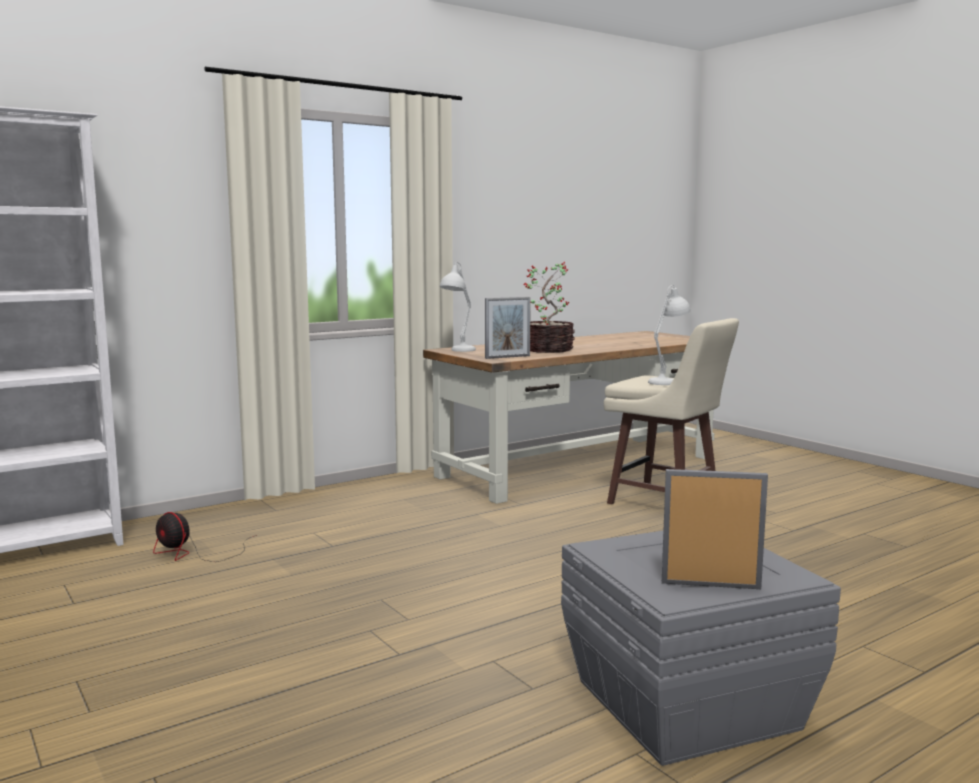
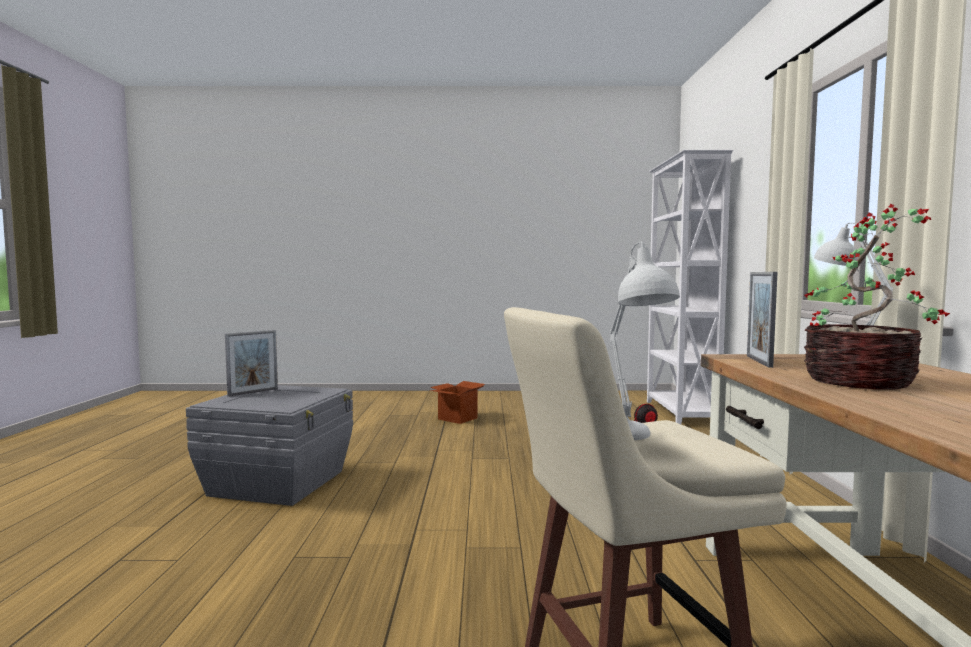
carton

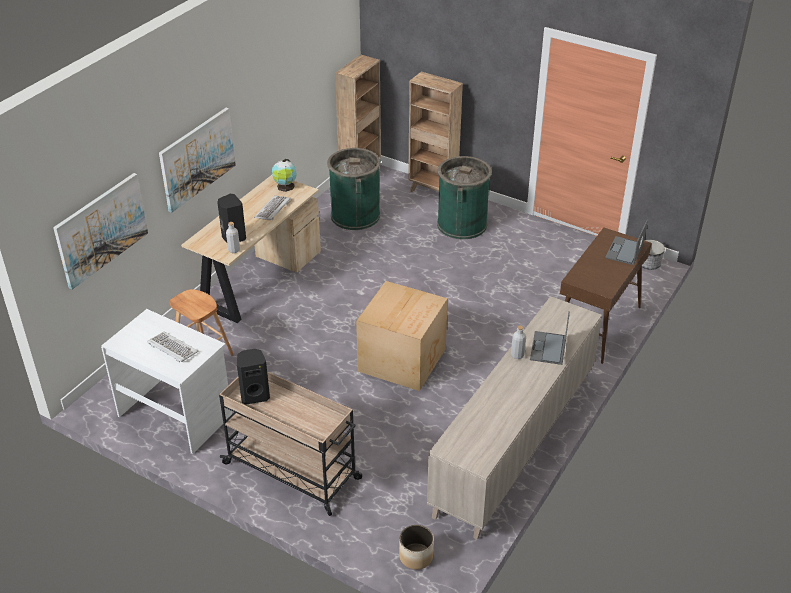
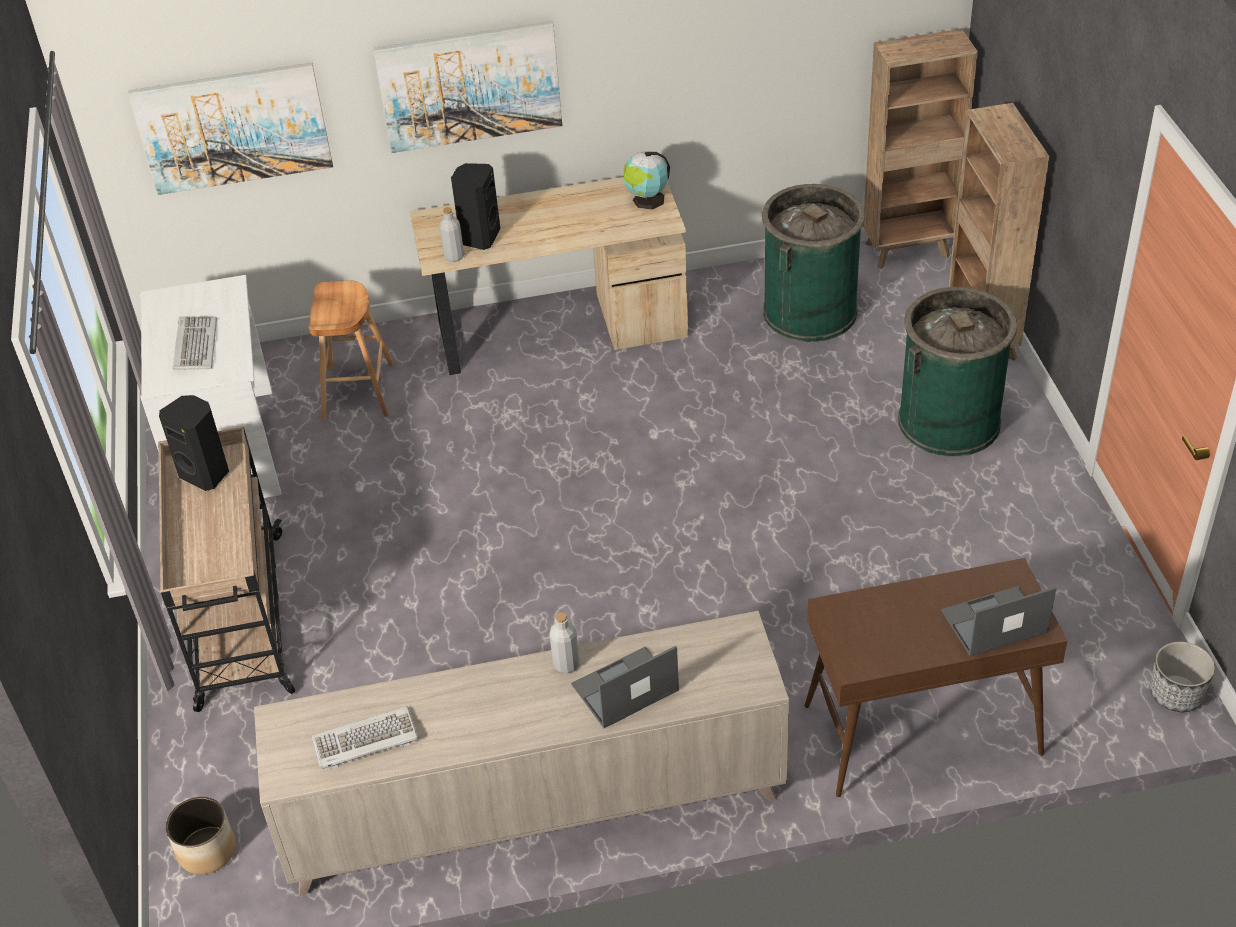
keyboard (no. 2 from left)
carton

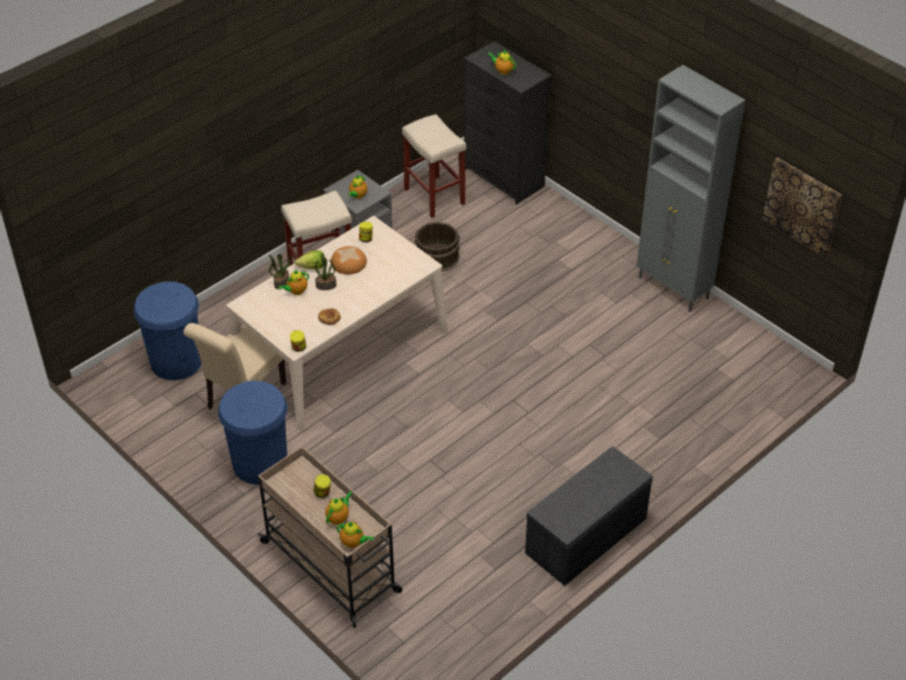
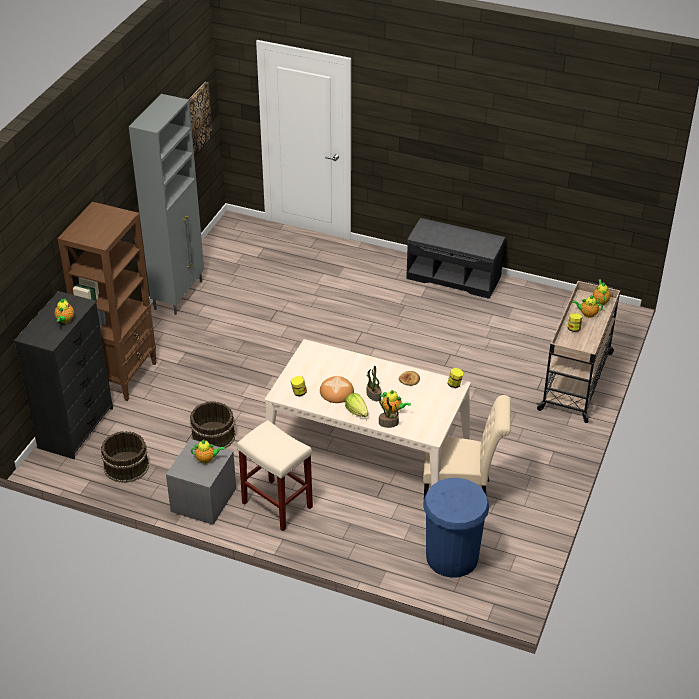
pail/brown-coloured (no. 1 from left)
waste bin/blue (no. 2 from left in the first image)
shelving unit/brown-coloured

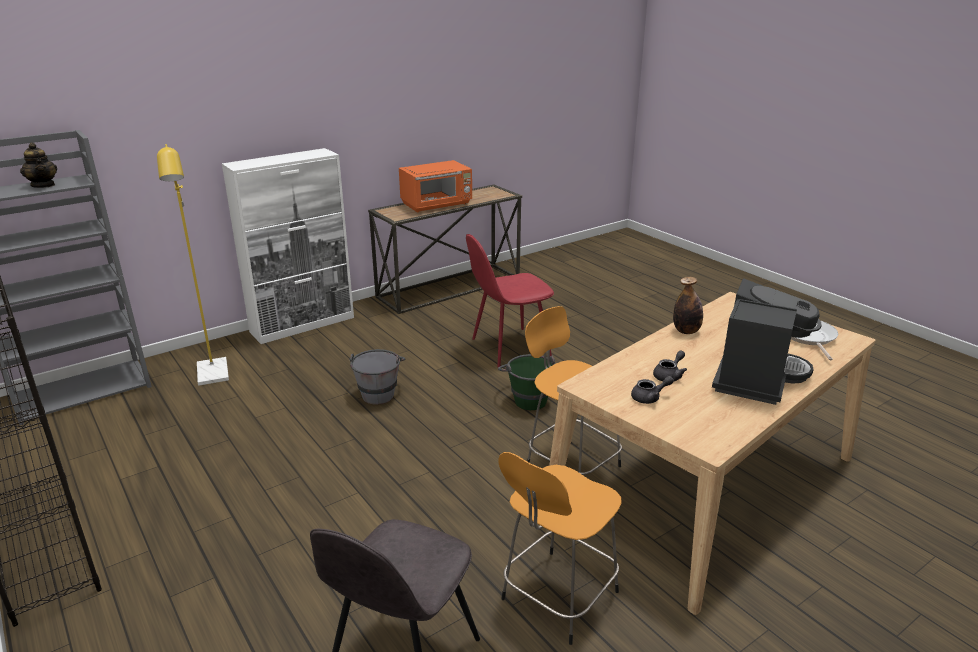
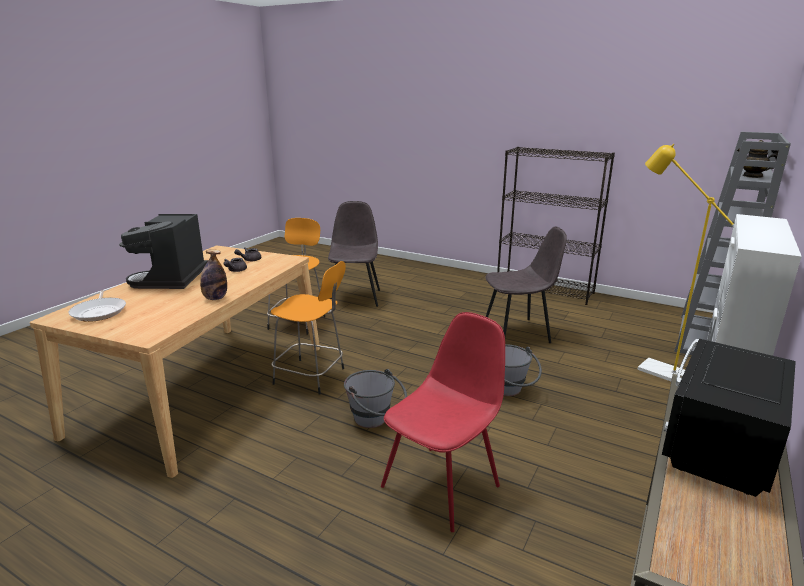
microwave oven/blackish
pail/gray (no. 1 from left)
chair/gray (no. 2 from left)

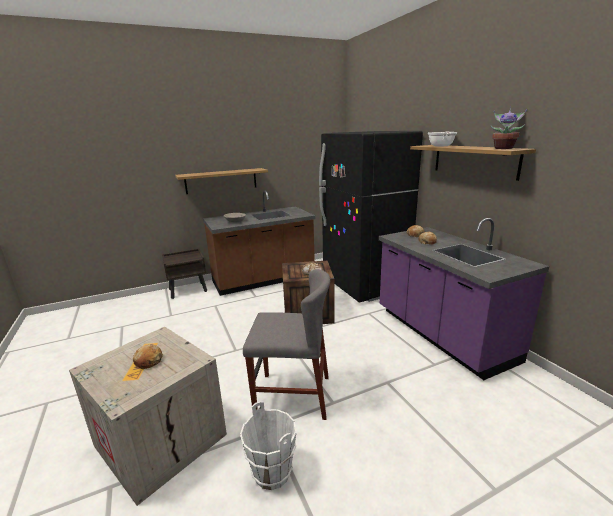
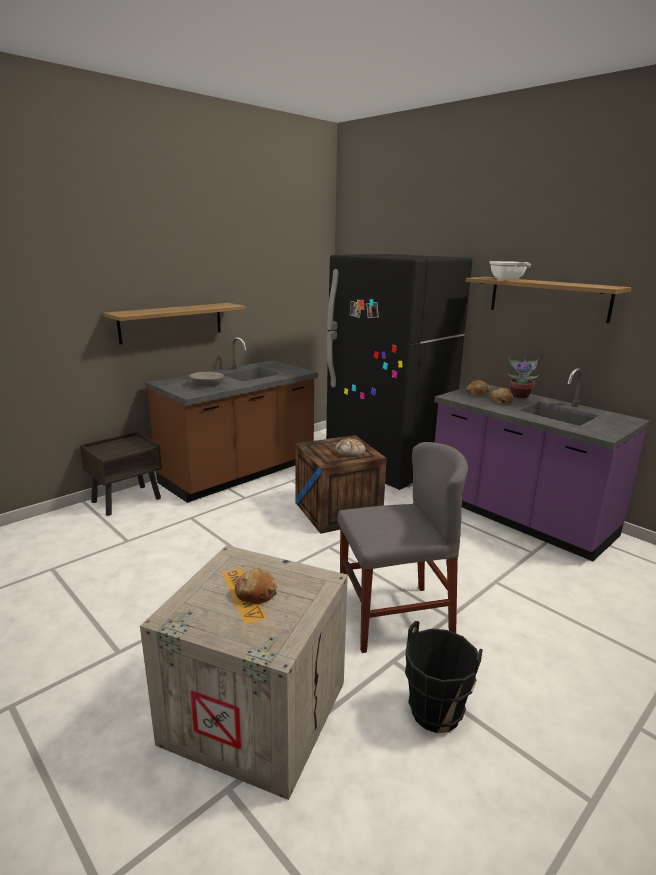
potted plant
pail/blackish

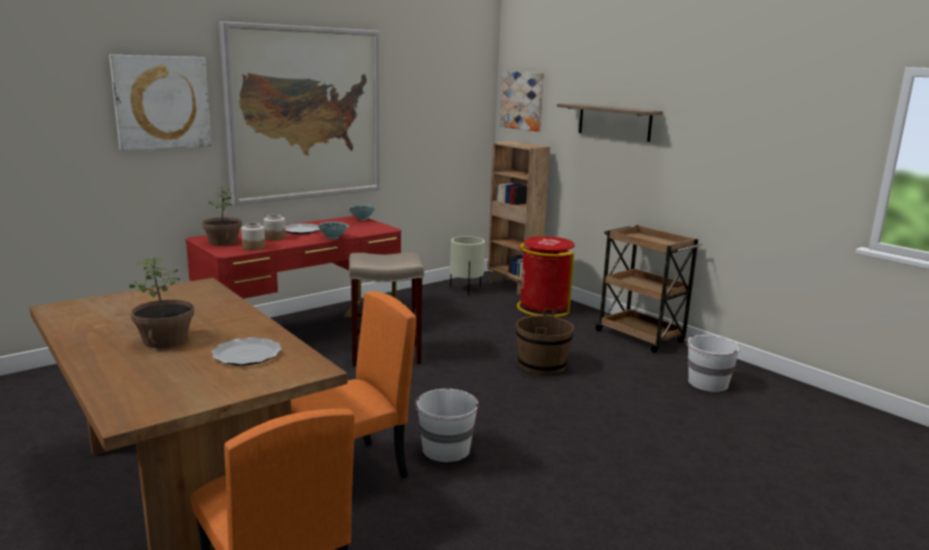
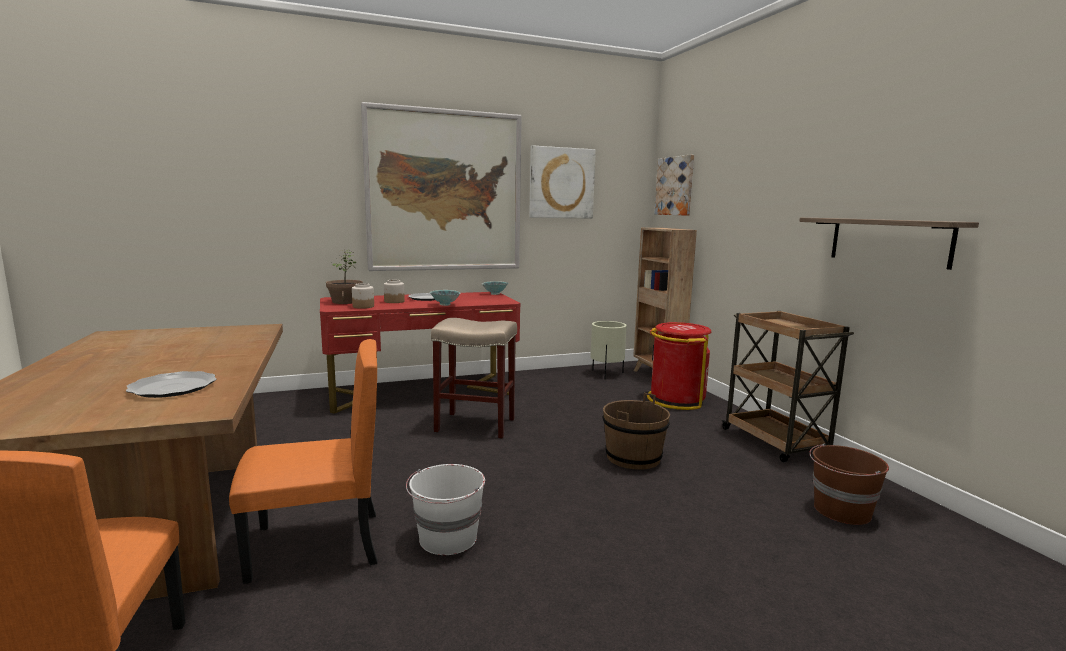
wall picture (no. 2 from left)
wall shelf
potted plant (no. 1 from left in the first image)
pail/brown-coloured (no. 2 from left)

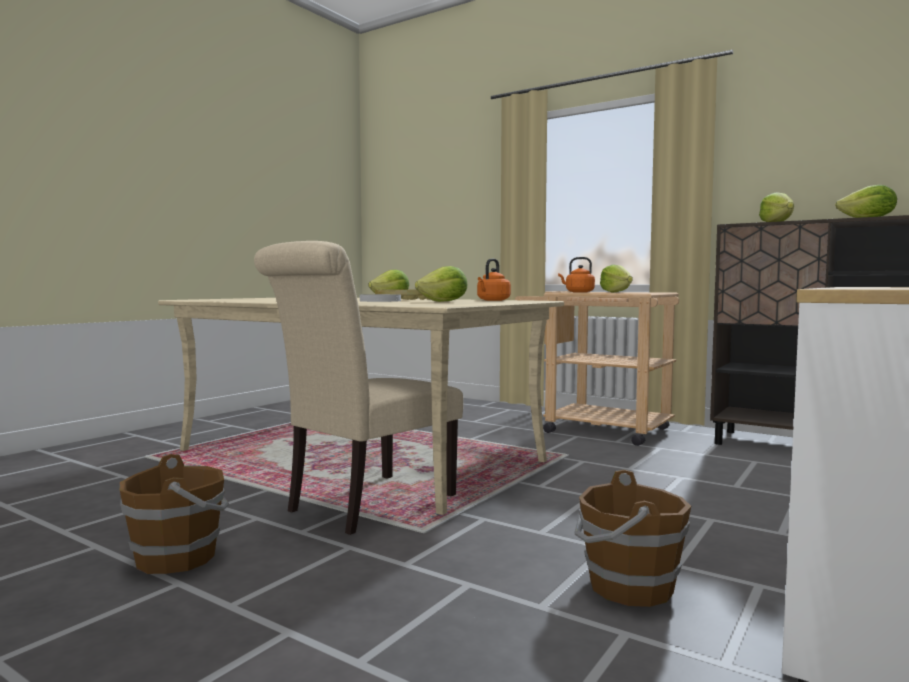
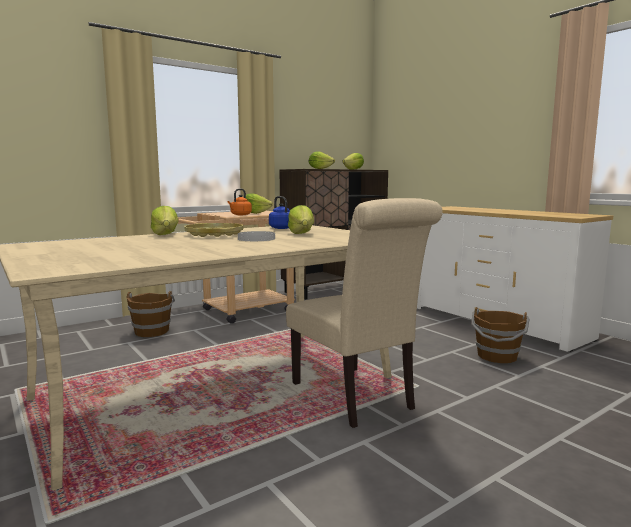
kettle/blue
pail/brown-coloured (no. 1 from left)

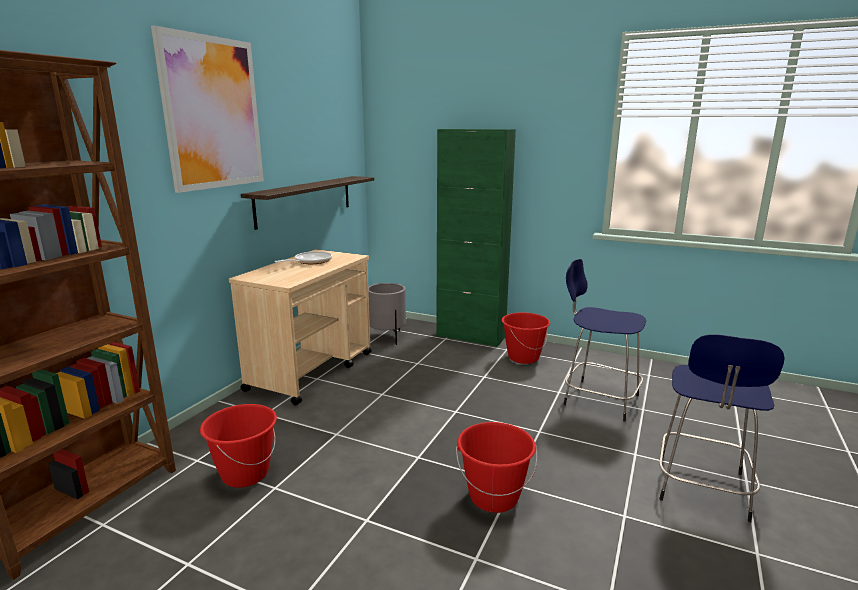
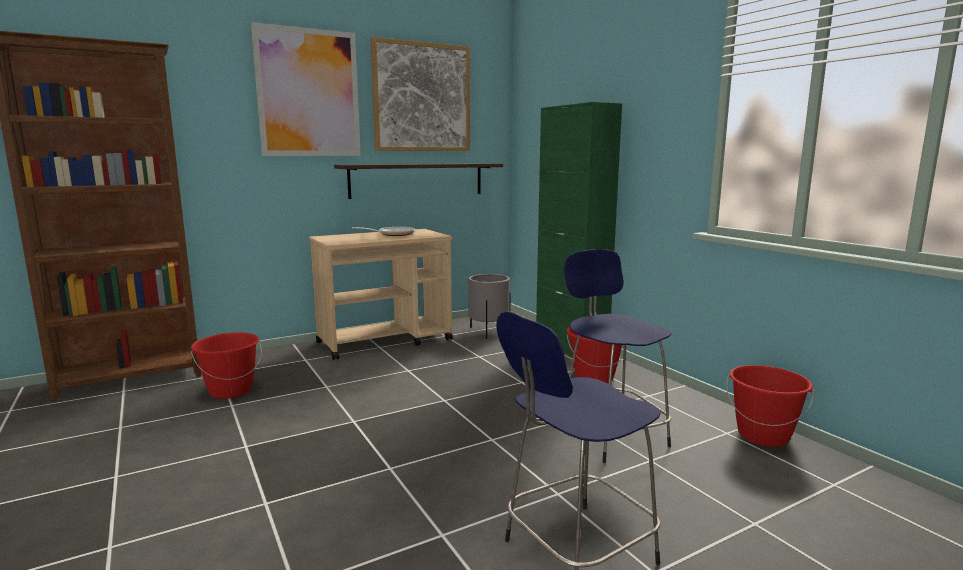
pail/red-coloured (no. 3 from left)
wall picture (no. 2 from left)

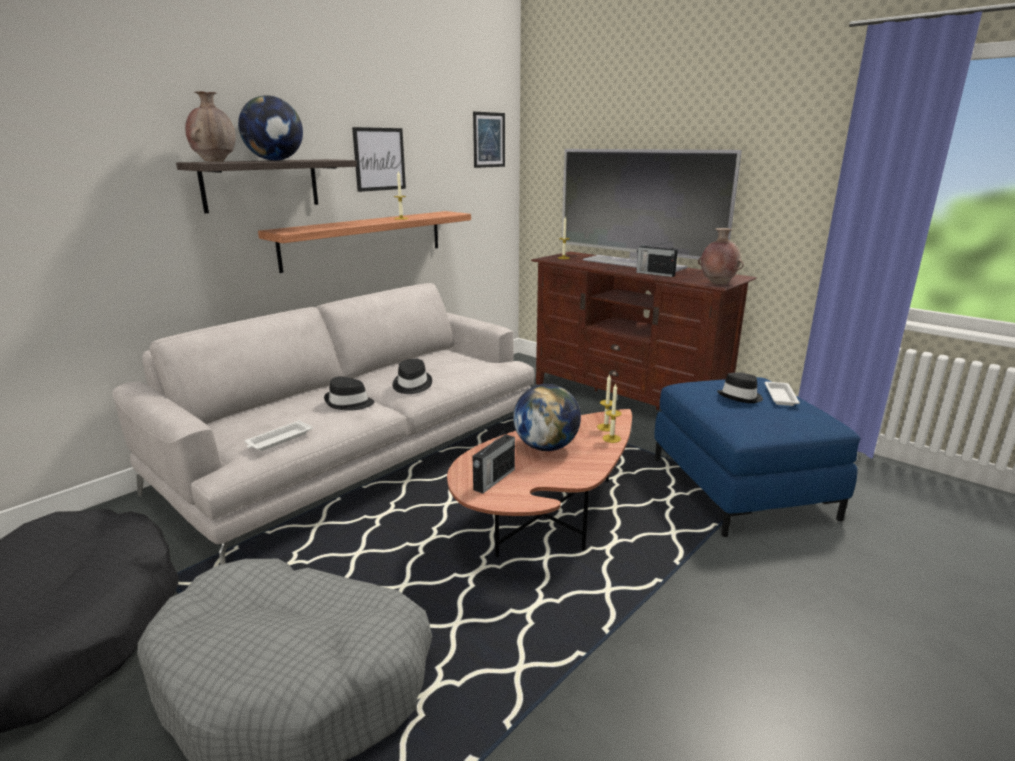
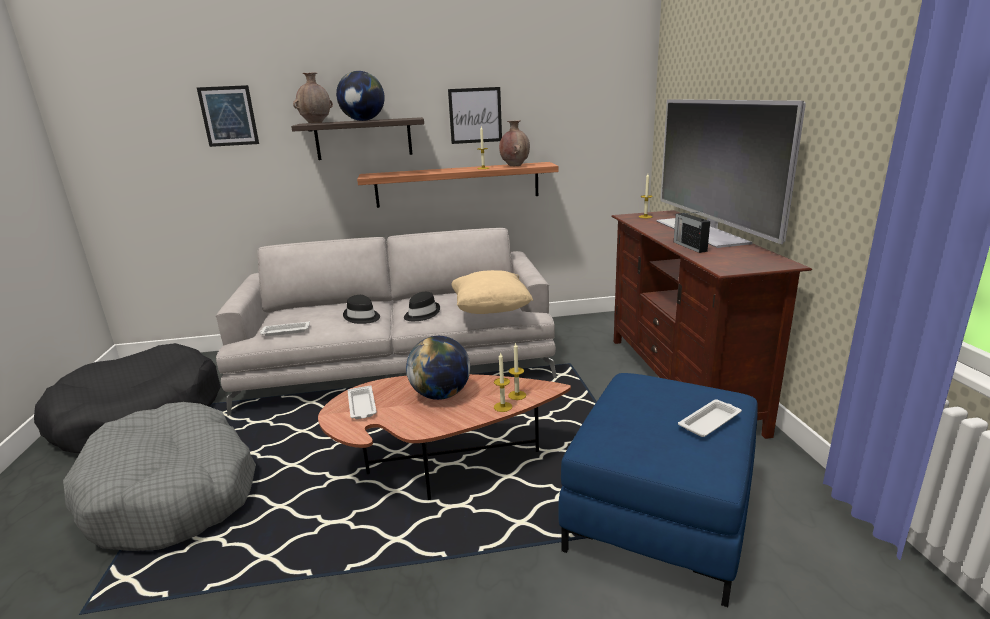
wall picture (no. 1 from left)
flower vase/brown-coloured (no. 2 from left)
hat/blackish (no. 3 from left in the first image)
tray/white (no. 2 from left)
pillow/beige

